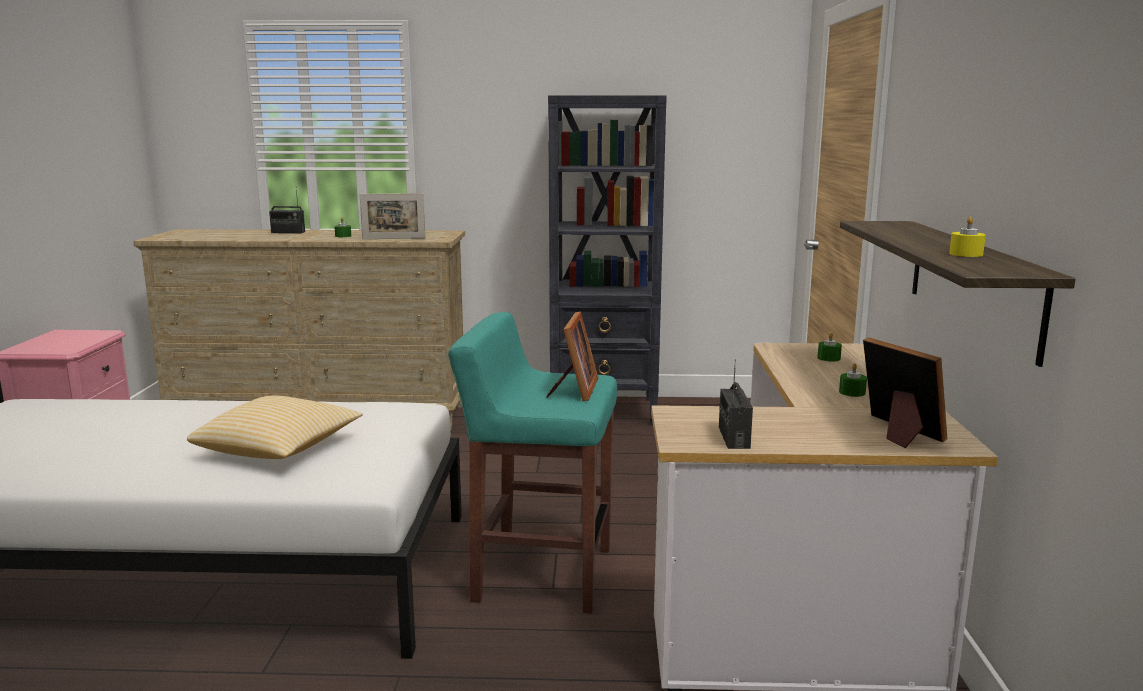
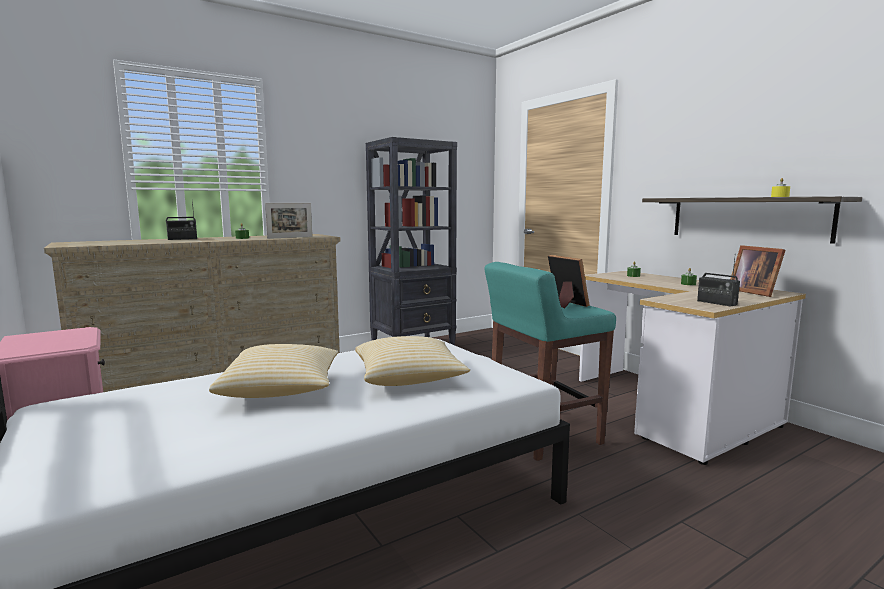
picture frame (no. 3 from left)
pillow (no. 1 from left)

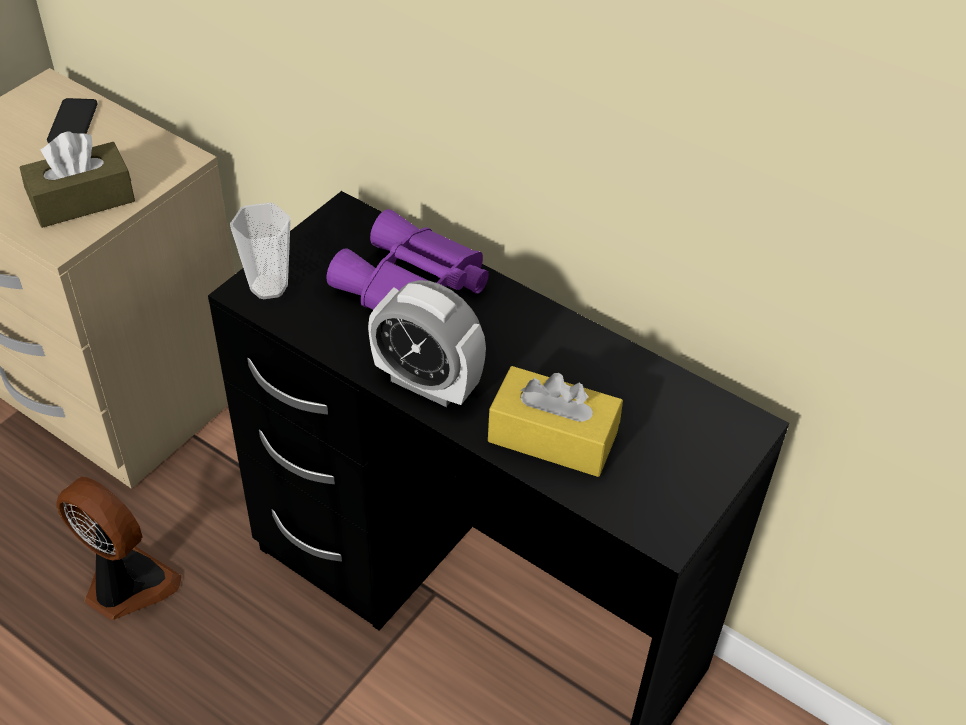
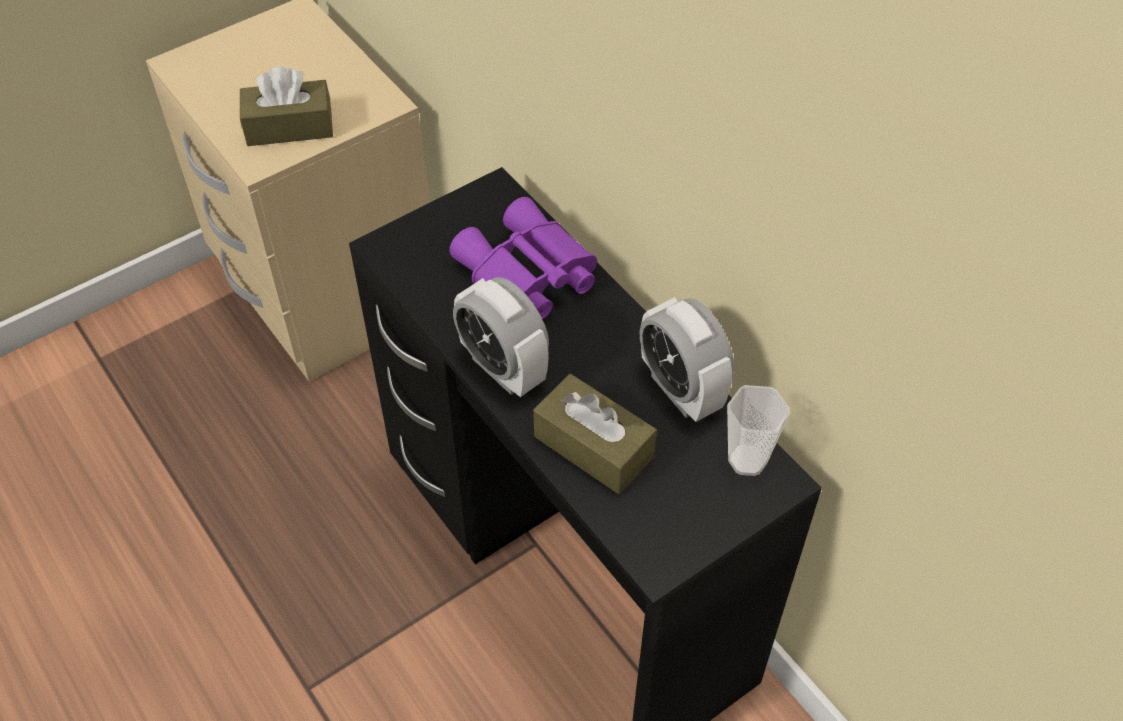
handset
small cup
box of tissues/brown-coloured (no. 2 from left)
cooling fan
alarm clock (no. 2 from left)

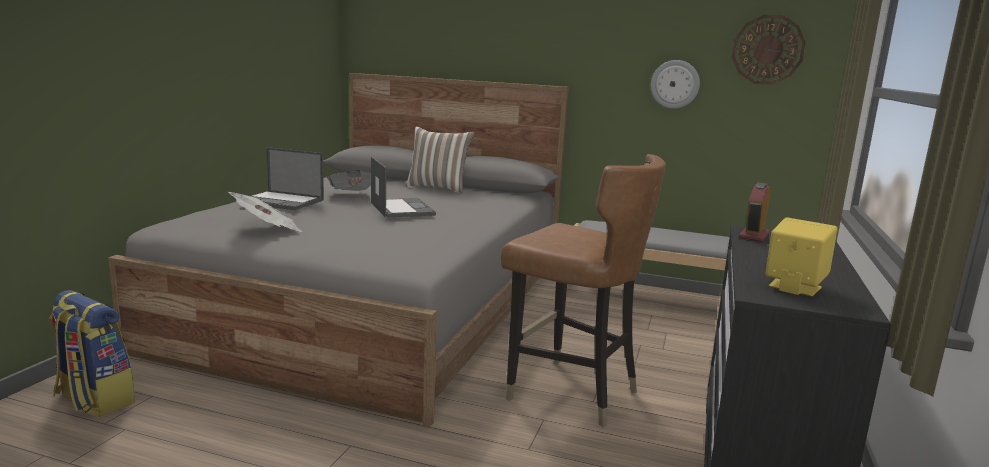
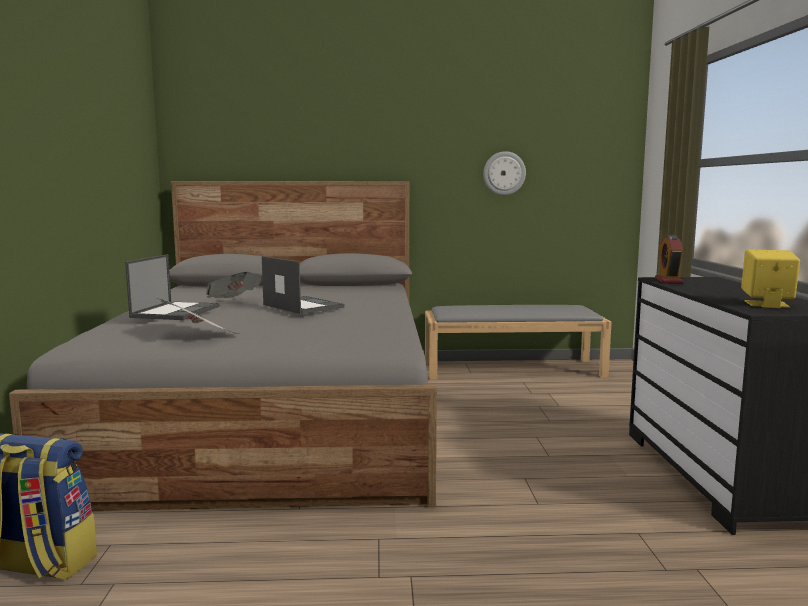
wall clock (no. 2 from left in the first image)
pillow
notebook computer (no. 1 from left)
chair/brown-coloured

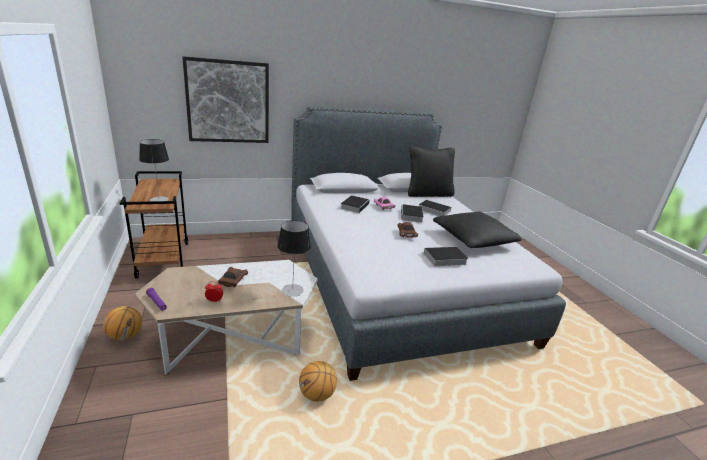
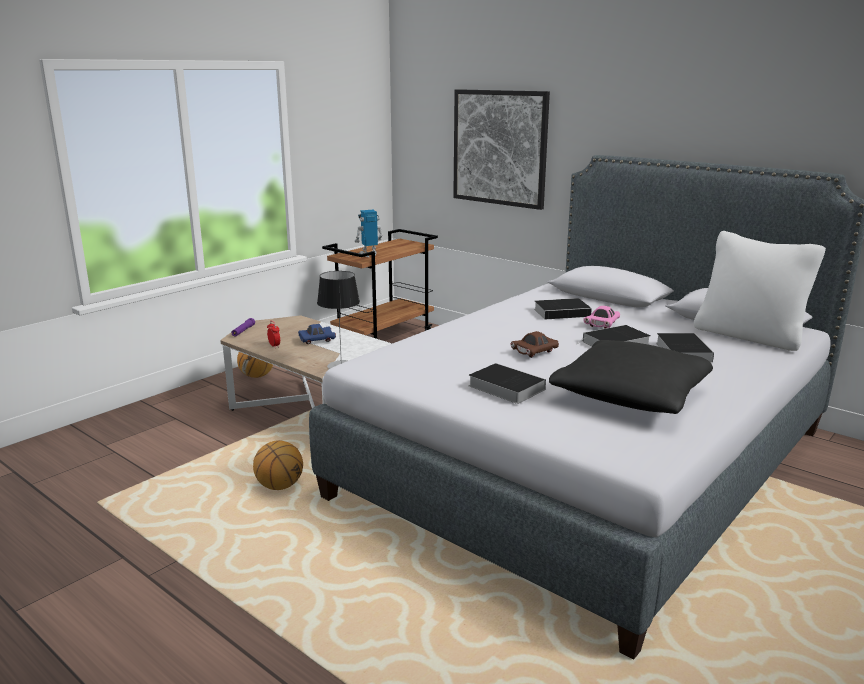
toy robot
pillow/white
model car/blue

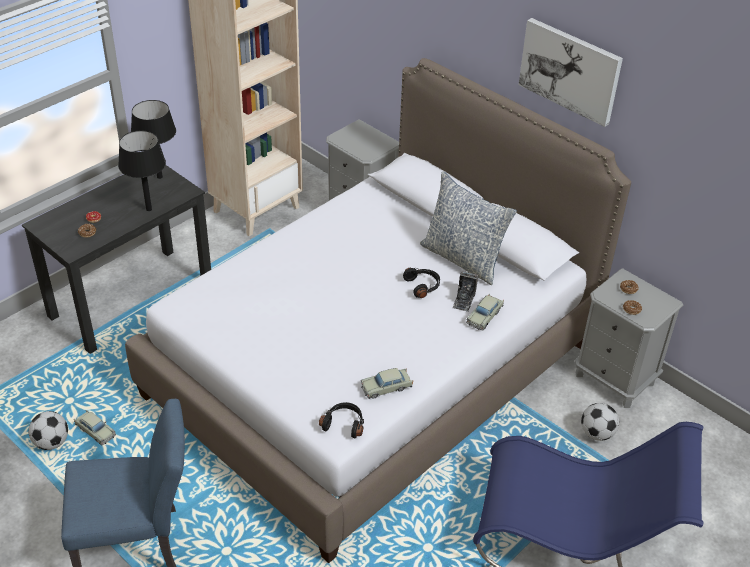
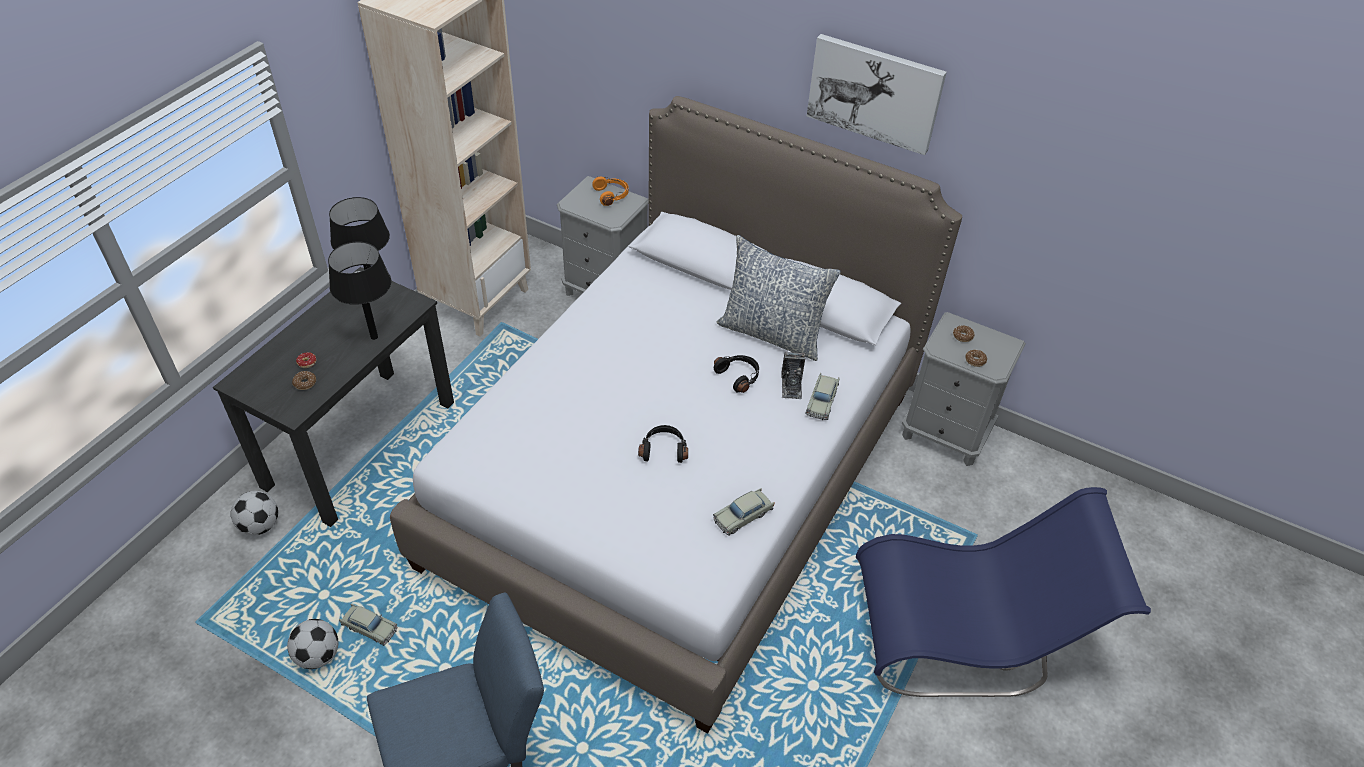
pair of headphones/blackish (no. 1 from left)
ball for football (no. 1 from left)
pair of headphones/orange-coloured

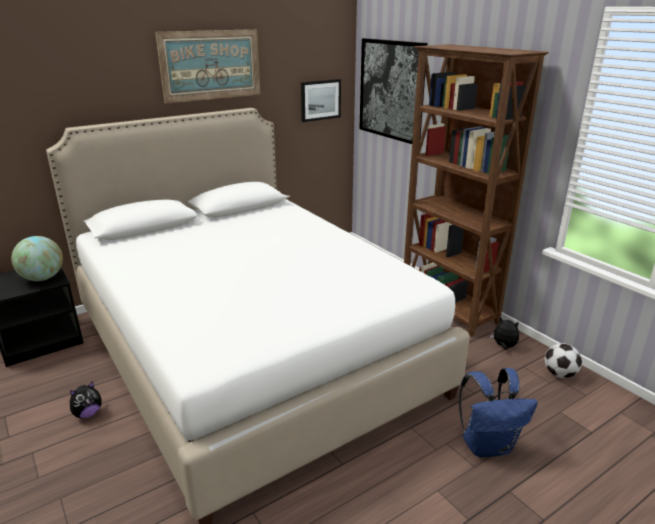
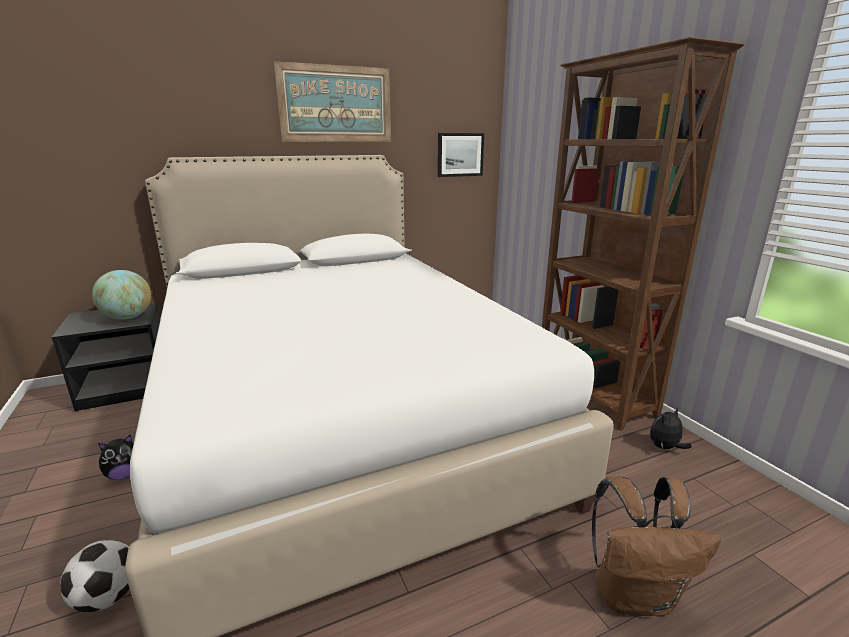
wall picture (no. 3 from left in the first image)
cuddly toy (no. 2 from left)
ball for football
backpack/brown-coloured

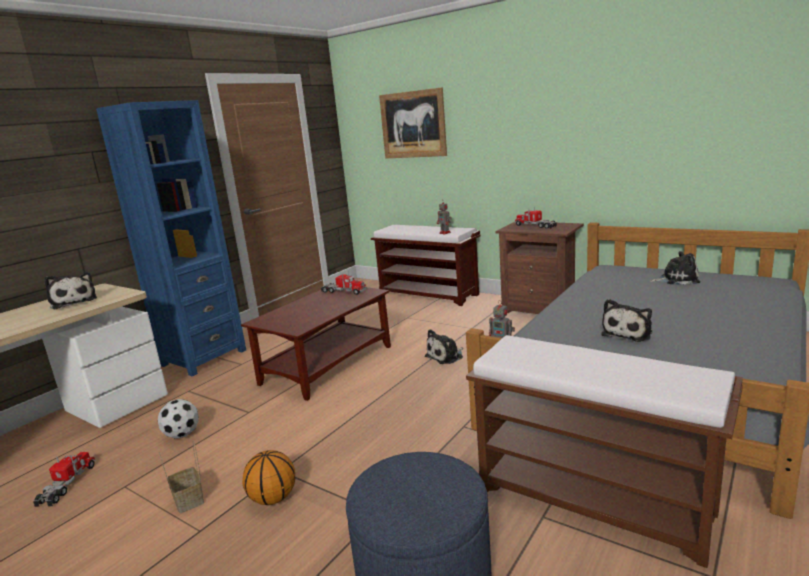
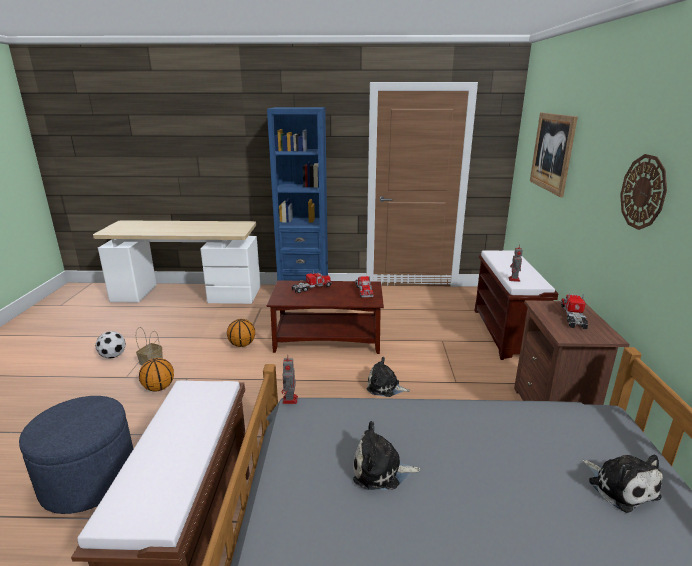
cuddly toy (no. 1 from left in the first image)
ball for football
toy lorry (no. 1 from left)
wall clock
ball for basketball (no. 2 from left)

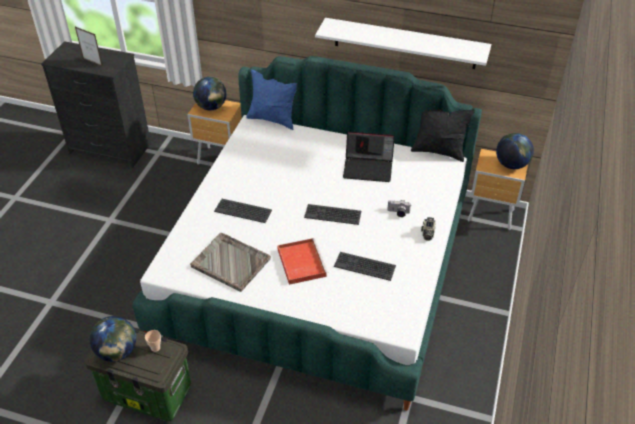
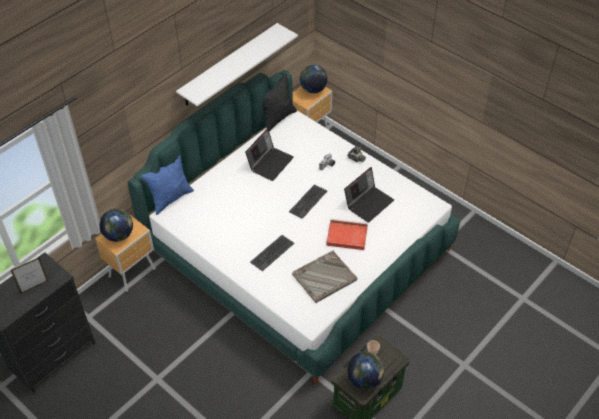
notebook computer (no. 2 from left)

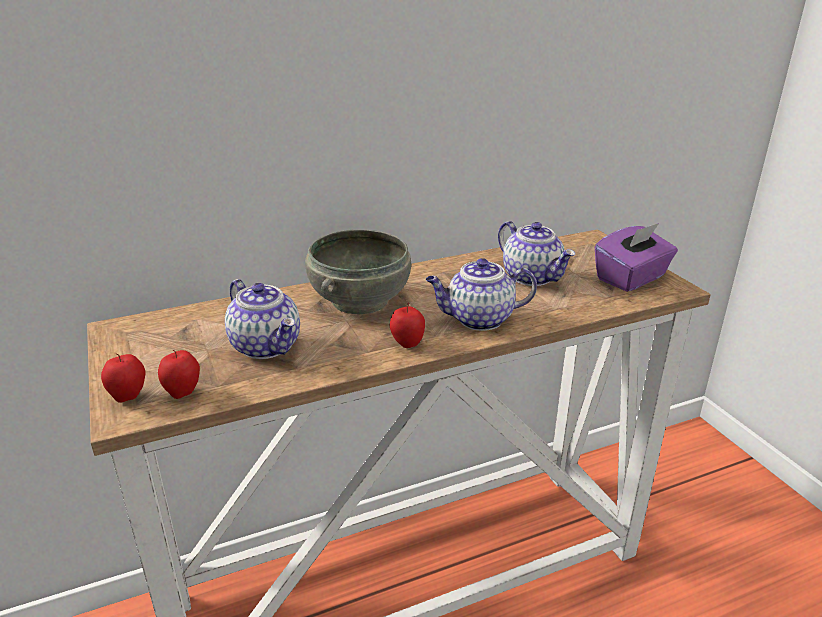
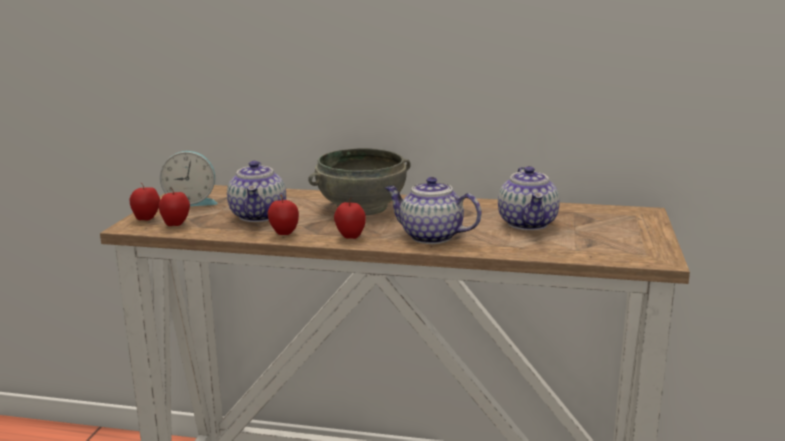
box of tissues/purple-coloured
alarm clock
apple fruit (no. 3 from left)

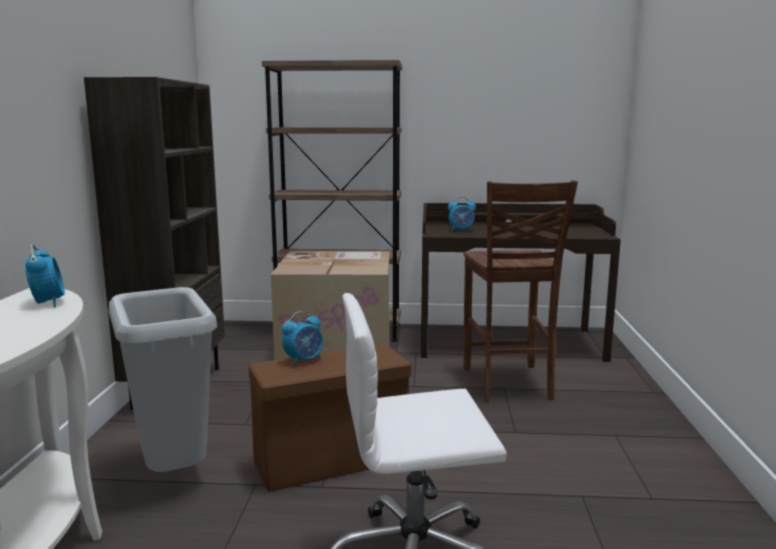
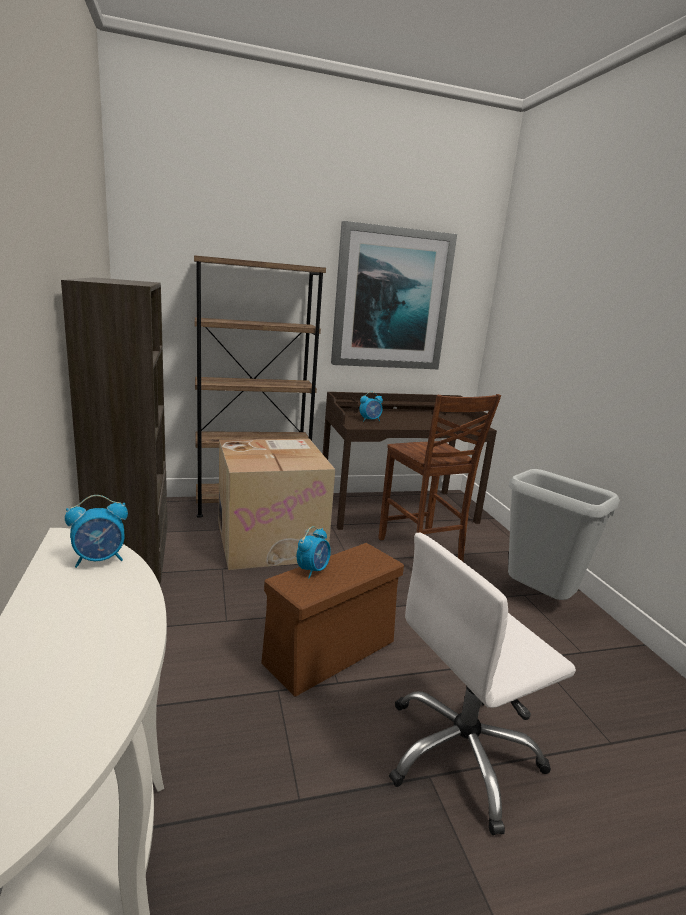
alarm clock (no. 1 from left)
waste bin/gray
wall picture

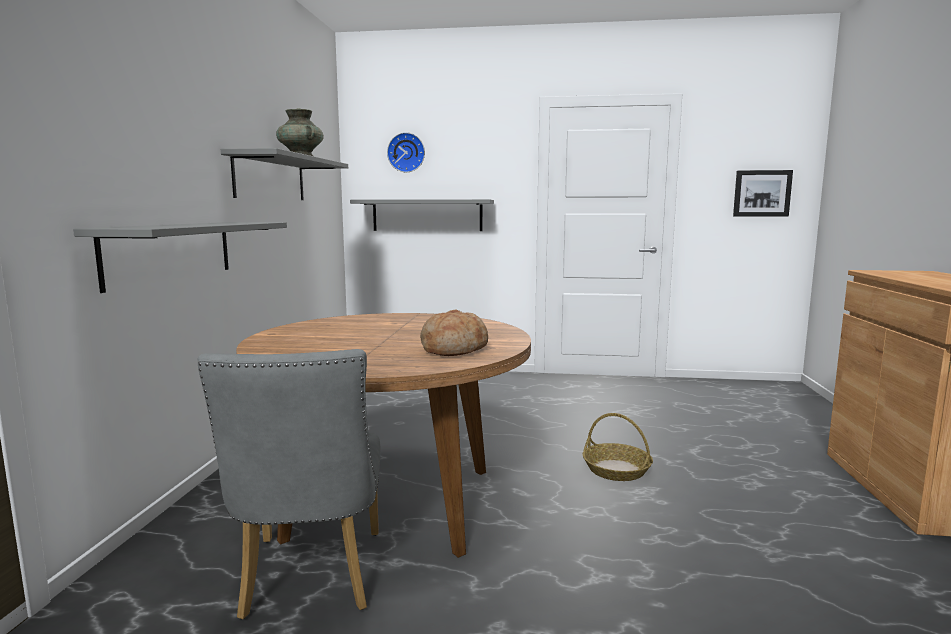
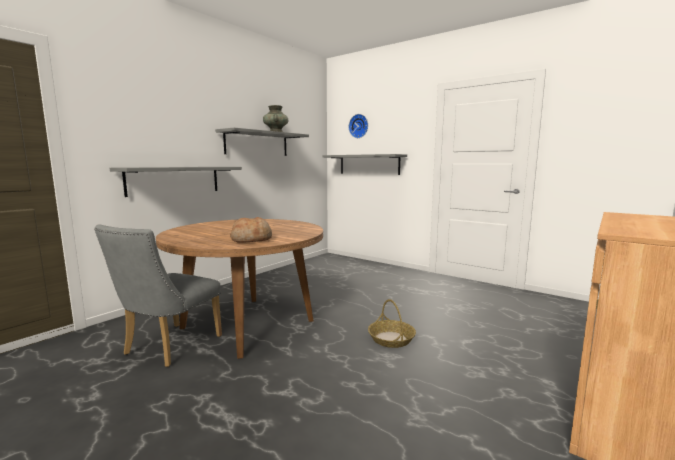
wall picture

